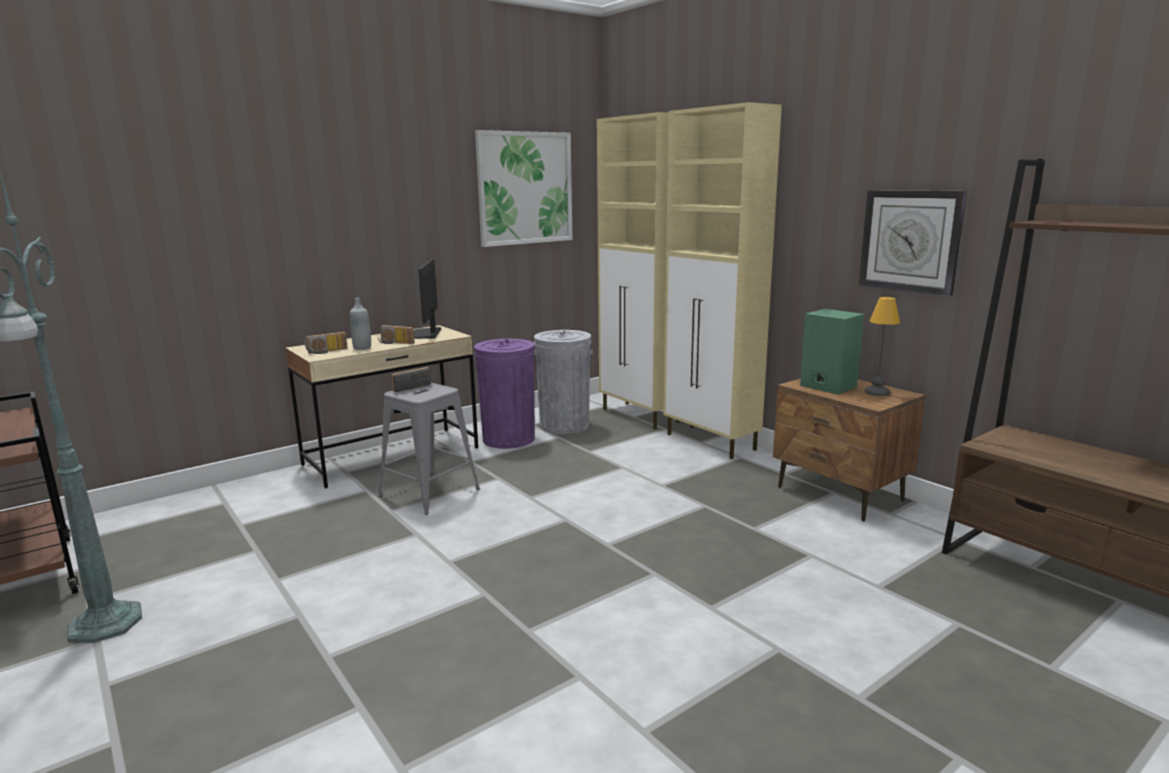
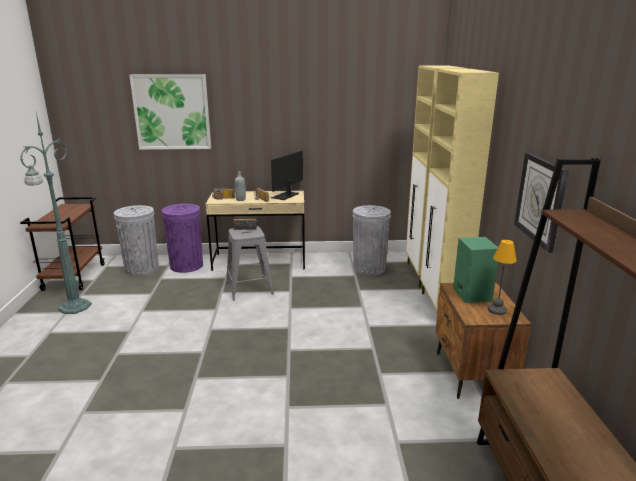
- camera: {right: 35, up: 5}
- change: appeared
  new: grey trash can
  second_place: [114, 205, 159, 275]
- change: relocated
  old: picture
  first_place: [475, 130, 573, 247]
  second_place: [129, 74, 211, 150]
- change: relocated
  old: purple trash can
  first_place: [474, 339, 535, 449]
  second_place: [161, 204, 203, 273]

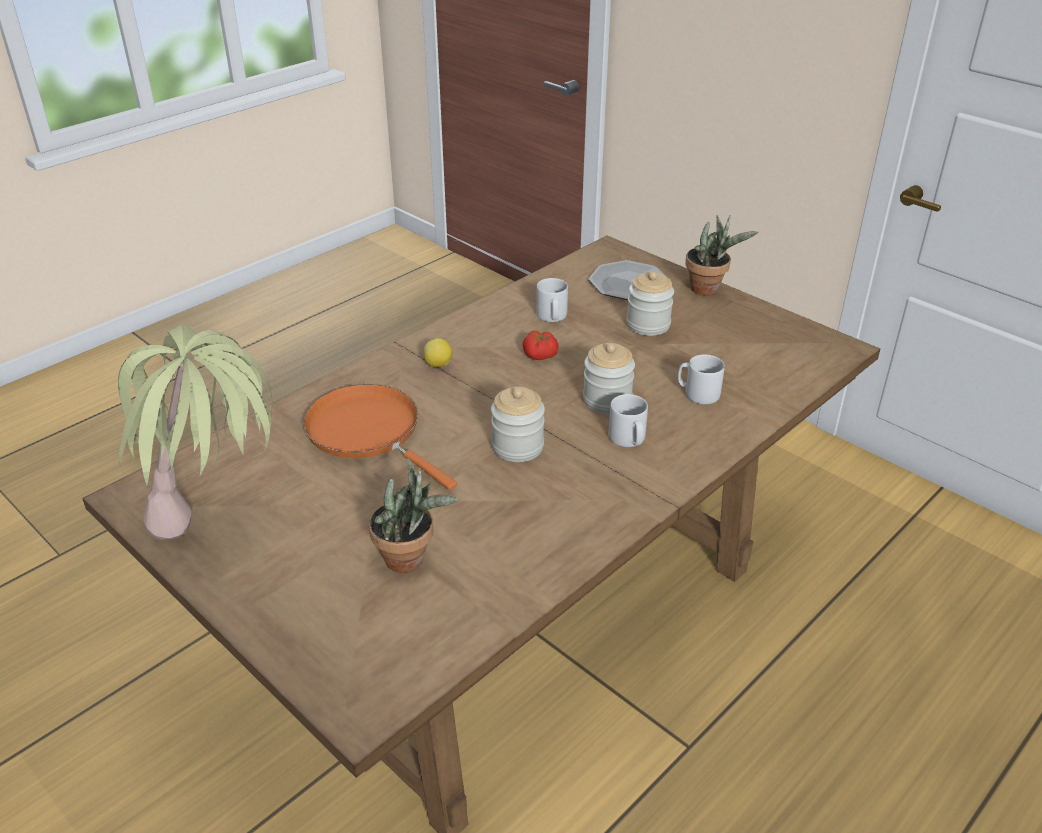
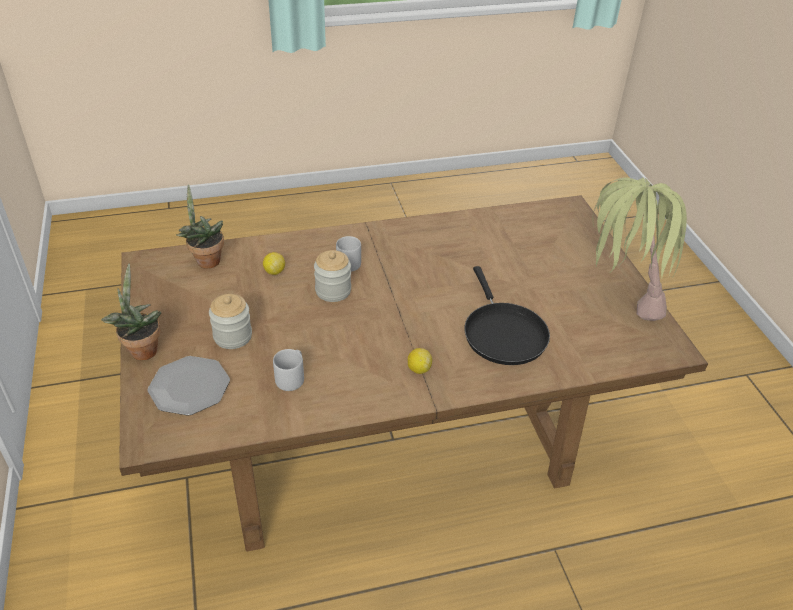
- camera: {right: -150, up: 5}
- change: relocated
  old: potted plant
  first_place: [369, 457, 459, 573]
  second_place: [176, 184, 224, 269]
- change: exchanged
  old: grey mug
  new: lemon
  first_place: [678, 354, 725, 404]
  second_place: [263, 252, 285, 275]
- change: colour
  old: orange frying pan
  new: black frying pan
  first_place: [303, 384, 457, 490]
  second_place: [464, 266, 550, 365]
- change: missing
  old: jar
  first_place: [491, 387, 545, 462]
- change: missing
  old: tomato
  first_place: [522, 331, 559, 360]

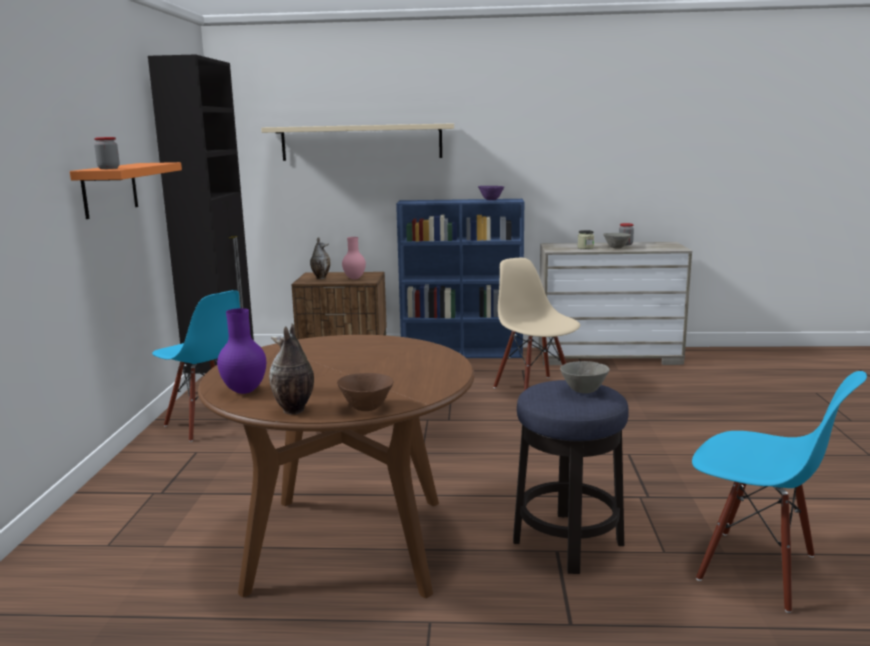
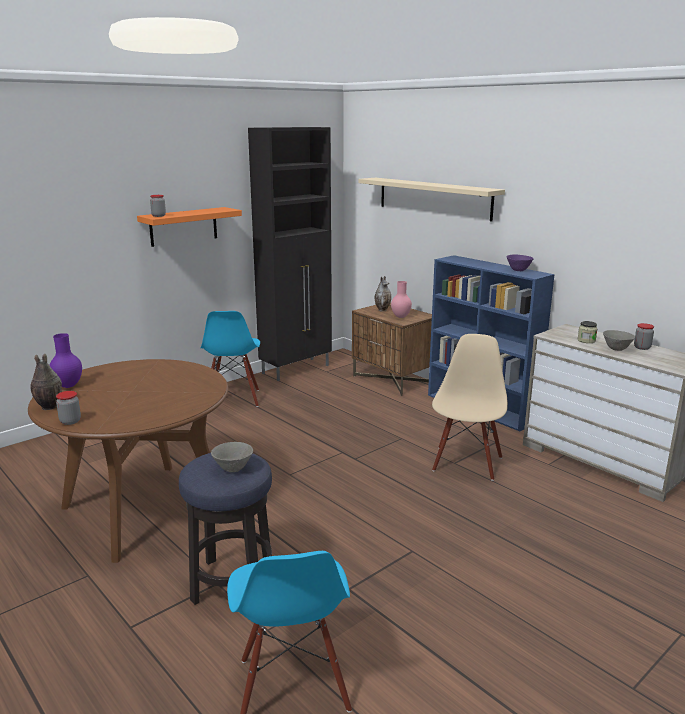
- camera: {right: 45, up: 5}
- change: exchanged
  old: brown bowl
  new: jar
  first_place: [337, 373, 394, 411]
  second_place: [56, 391, 81, 425]

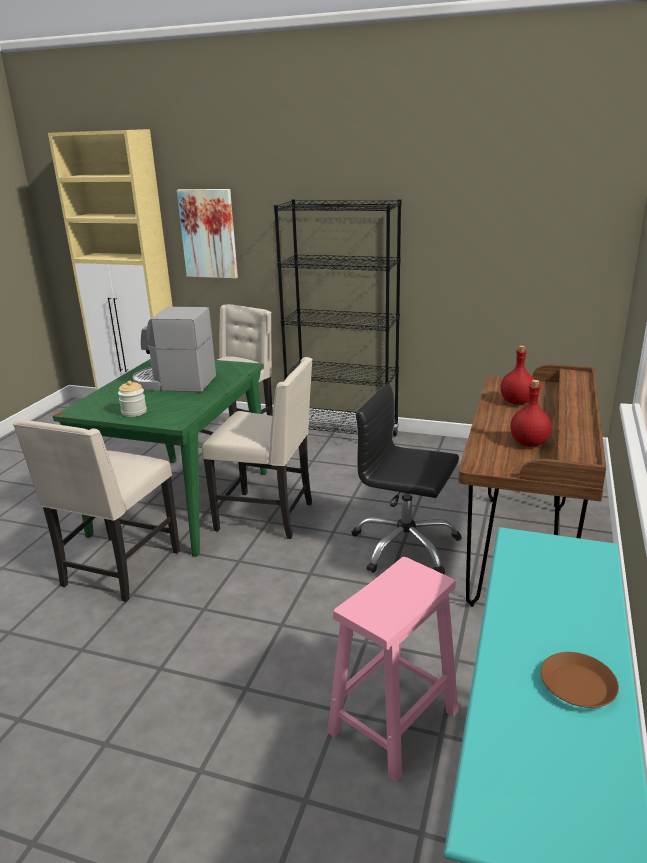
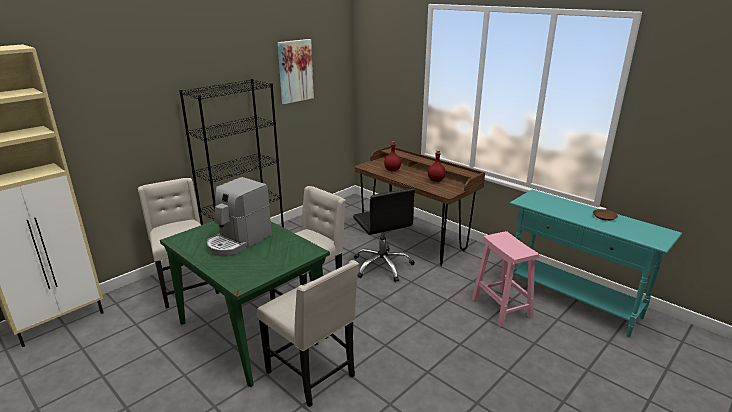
- camera: {right: -65, up: 0}
- change: relocated
  old: picture
  first_place: [177, 189, 238, 279]
  second_place: [278, 39, 314, 104]
- change: spun
  old: black office chair
  first_place: [351, 383, 462, 574]
  second_place: [353, 188, 415, 282]
  degrees: -75
- change: missing
  old: jar
  first_place: [118, 381, 147, 417]

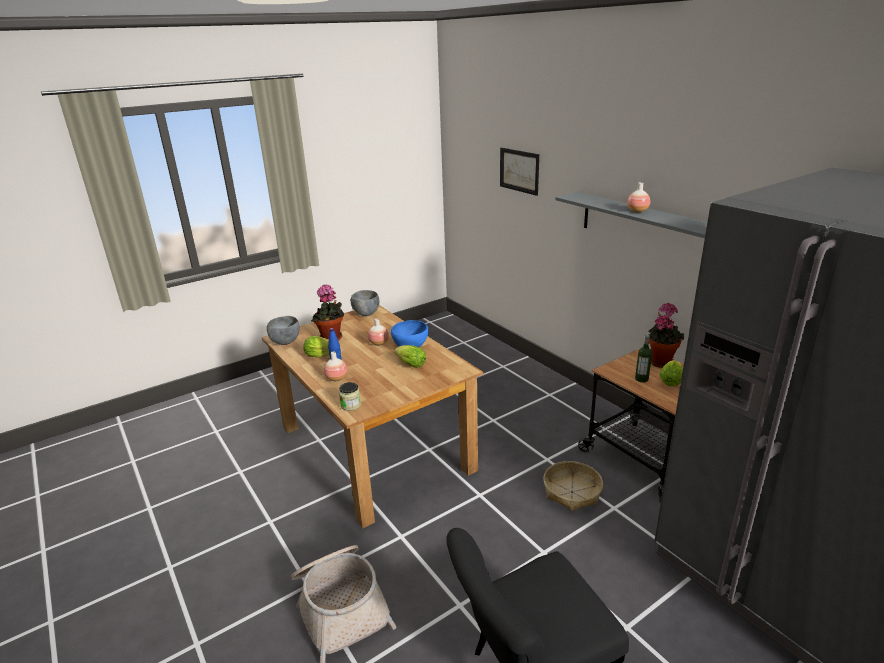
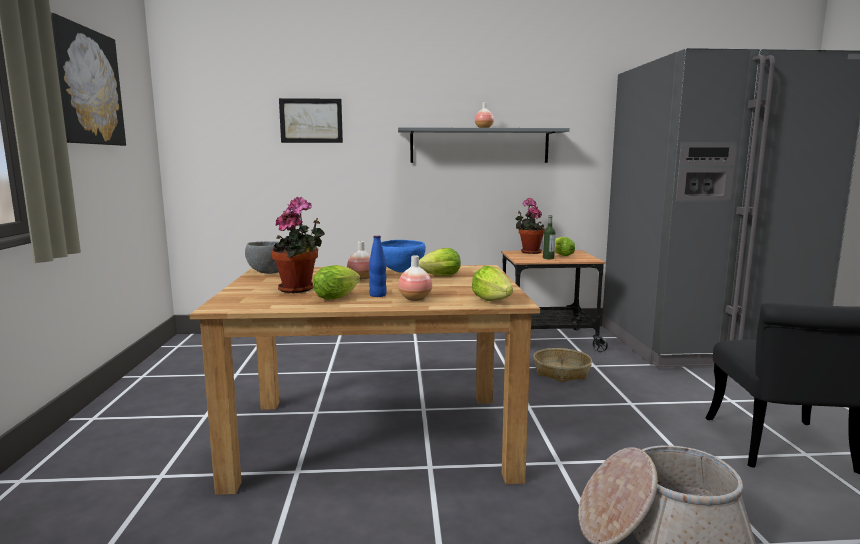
- camera: {right: -60, up: -15}
- change: appeared
  new: picture
  second_place: [51, 13, 126, 146]
- change: exchanged
  old: jar
  new: lettuce
  first_place: [339, 382, 361, 411]
  second_place: [472, 266, 513, 301]
- change: missing
  old: grey bowl
  first_place: [267, 316, 300, 345]

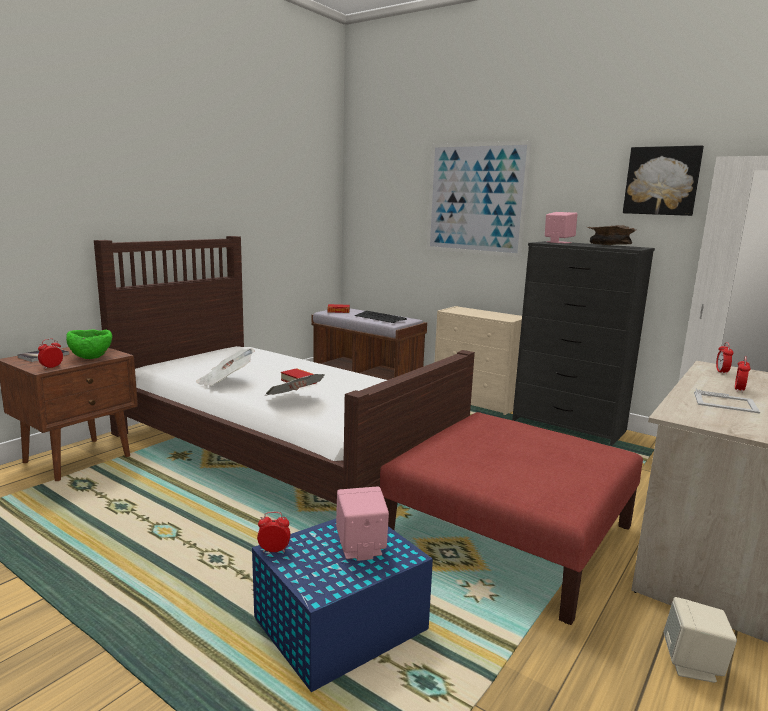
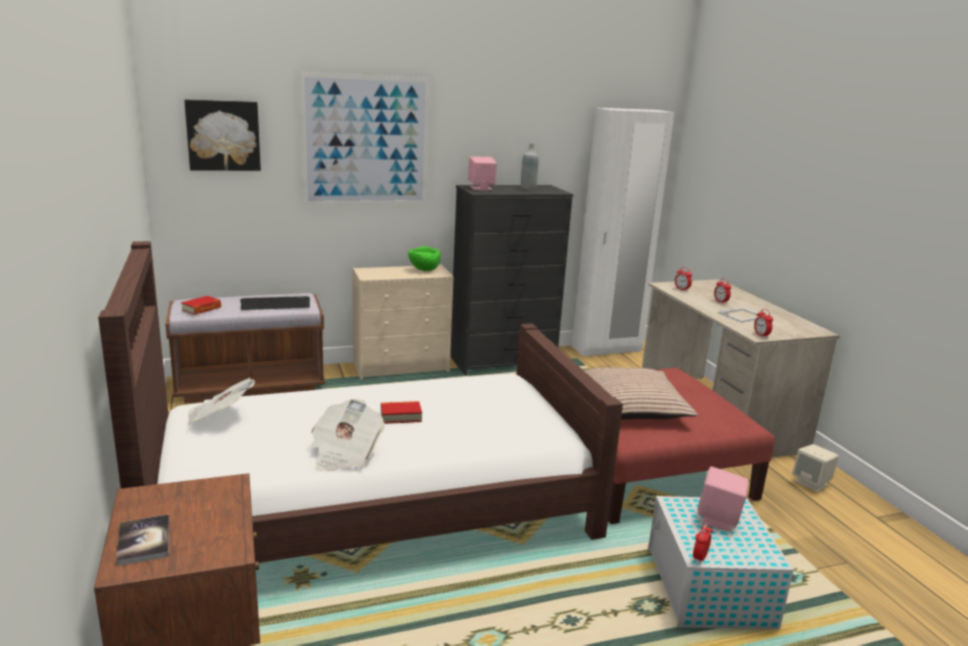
- camera: {right: -55, up: 5}
- change: relocated
  old: picture
  first_place: [623, 145, 704, 216]
  second_place: [184, 99, 261, 171]
- change: relocated
  old: newspaper
  first_place: [266, 374, 325, 395]
  second_place: [188, 377, 255, 425]
- change: relocated
  old: green bowl
  first_place: [66, 329, 112, 359]
  second_place: [408, 246, 441, 271]
- change: exchanged
  old: brown bowl
  new: grey bottle
  first_place: [587, 225, 636, 245]
  second_place: [521, 143, 538, 190]
- change: appeared
  new: pillow
  second_place: [585, 368, 698, 419]
- change: colour
  old: blue storage box
  new: white storage box
  first_place: [252, 519, 433, 692]
  second_place: [648, 496, 793, 630]
- change: relocated
  old: alarm clock
  first_place: [38, 339, 63, 369]
  second_place: [754, 309, 773, 338]

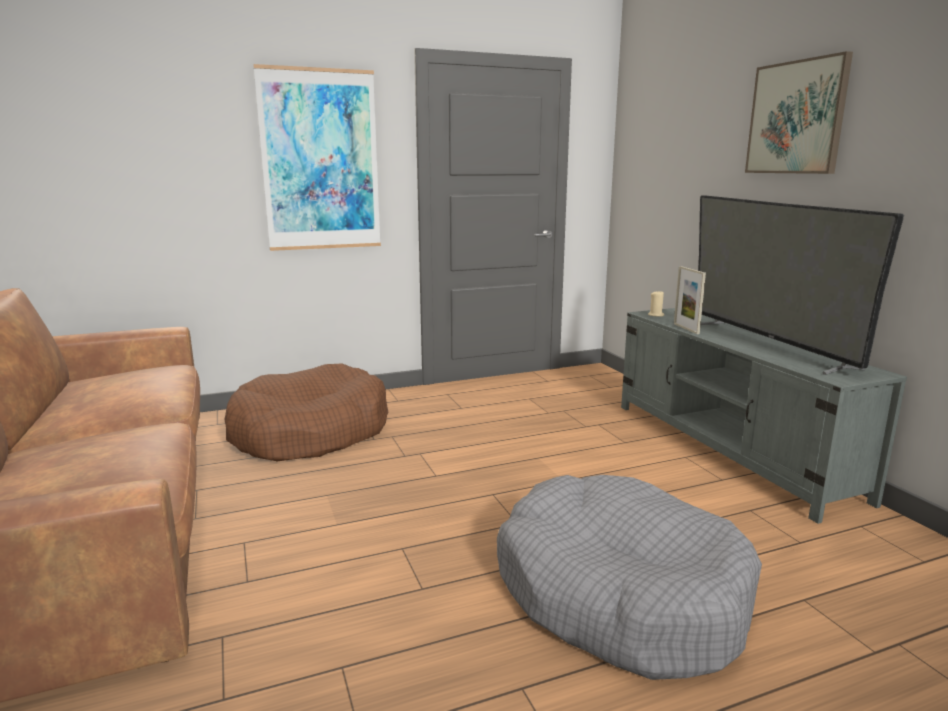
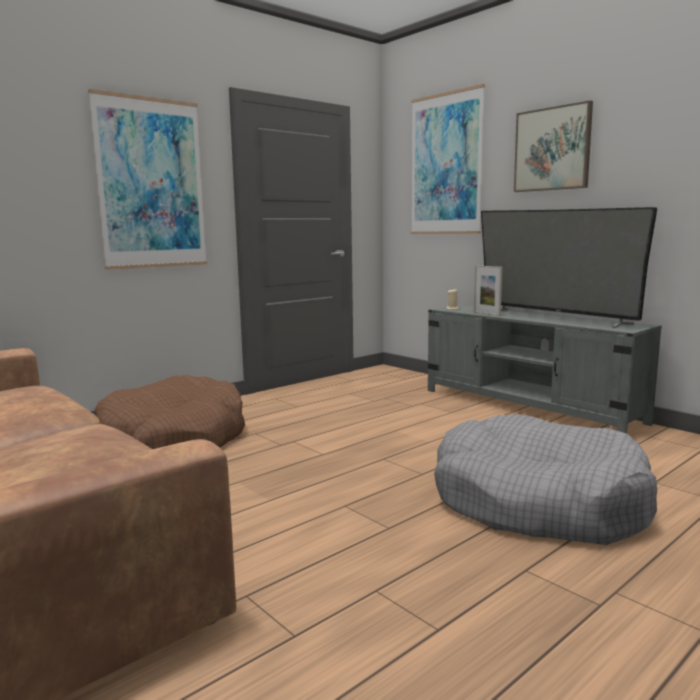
- camera: {right: -20, up: -5}
- change: appeared
  new: picture
  second_place: [411, 84, 485, 234]

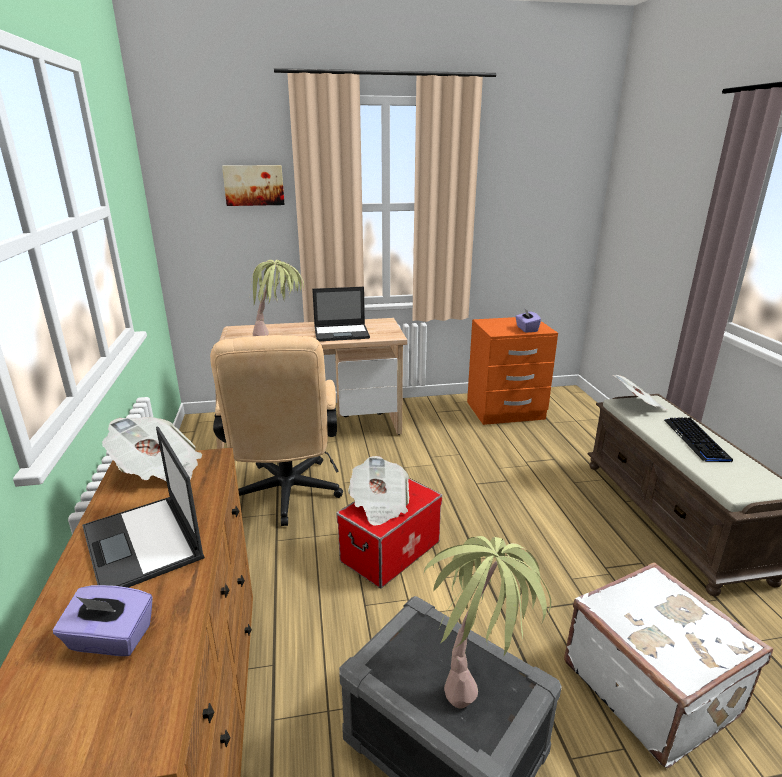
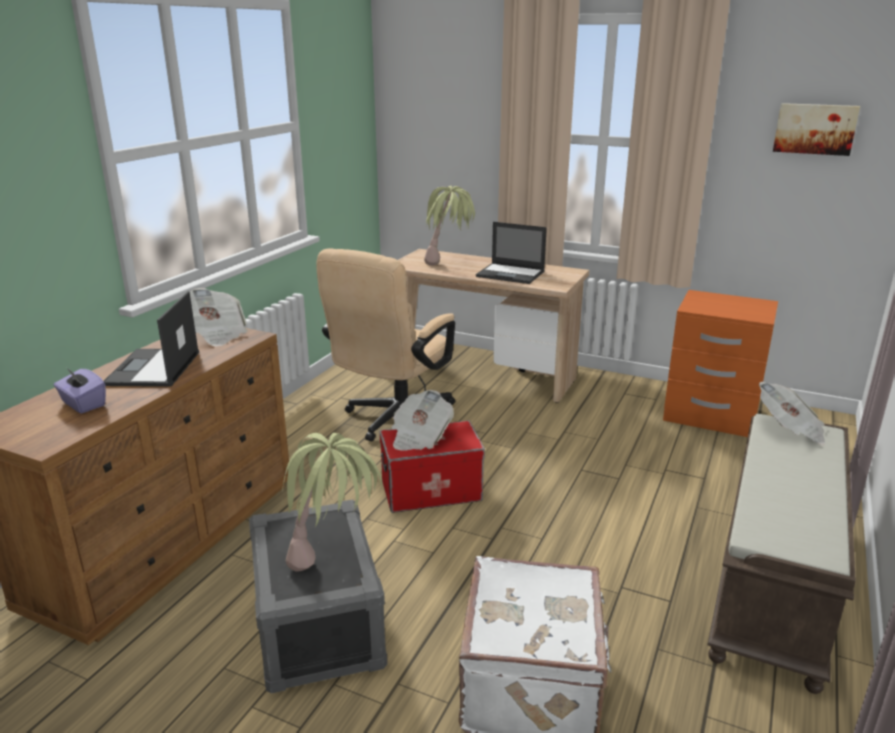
- camera: {right: 35, up: 0}
- change: relocated
  old: picture
  first_place: [222, 165, 285, 206]
  second_place: [773, 103, 860, 156]
- change: missing
  old: purple tissue box
  first_place: [515, 308, 541, 332]
- change: missing
  old: keyboard
  first_place: [664, 417, 733, 463]

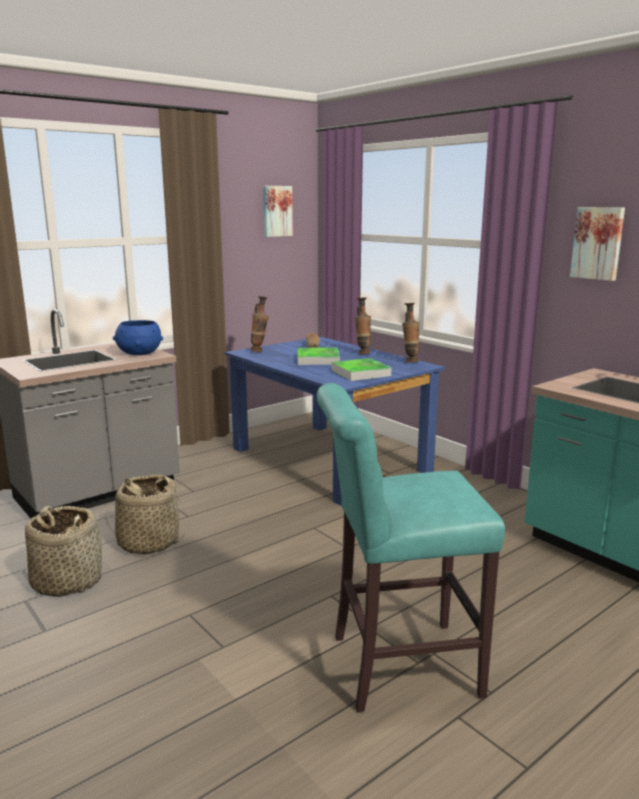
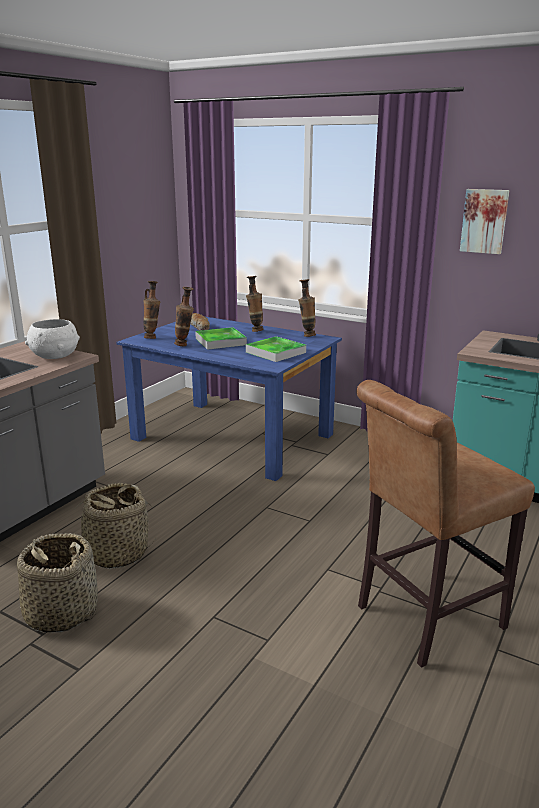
- camera: {right: -20, up: 5}
- change: colour
  old: blue bowl
  new: white bowl
  first_place: [113, 320, 163, 355]
  second_place: [25, 319, 80, 359]
- change: appeared
  new: vase
  second_place: [174, 287, 194, 346]
- change: colour
  old: turquoise stool
  new: brown stool
  first_place: [317, 383, 505, 712]
  second_place: [357, 380, 535, 668]
- change: missing
  old: picture
  first_place: [263, 186, 293, 237]

